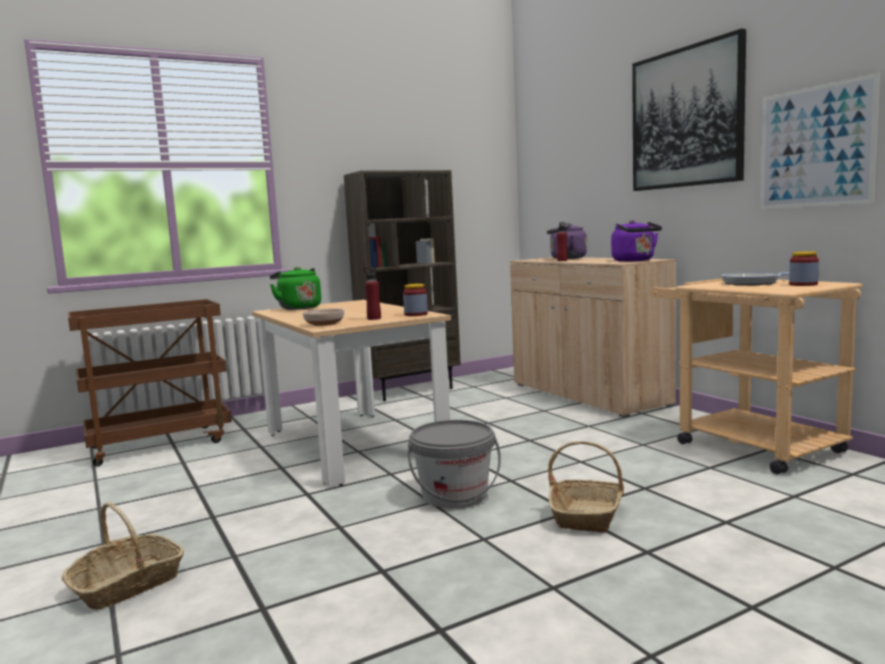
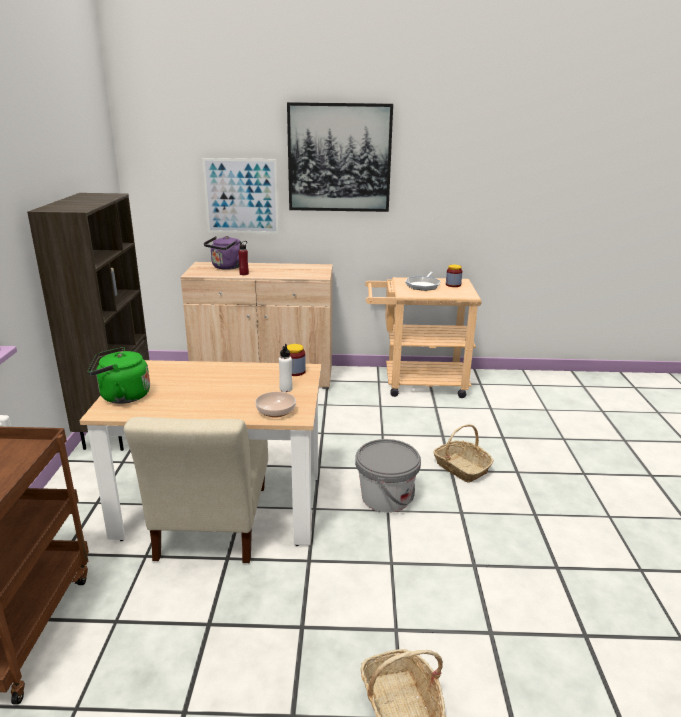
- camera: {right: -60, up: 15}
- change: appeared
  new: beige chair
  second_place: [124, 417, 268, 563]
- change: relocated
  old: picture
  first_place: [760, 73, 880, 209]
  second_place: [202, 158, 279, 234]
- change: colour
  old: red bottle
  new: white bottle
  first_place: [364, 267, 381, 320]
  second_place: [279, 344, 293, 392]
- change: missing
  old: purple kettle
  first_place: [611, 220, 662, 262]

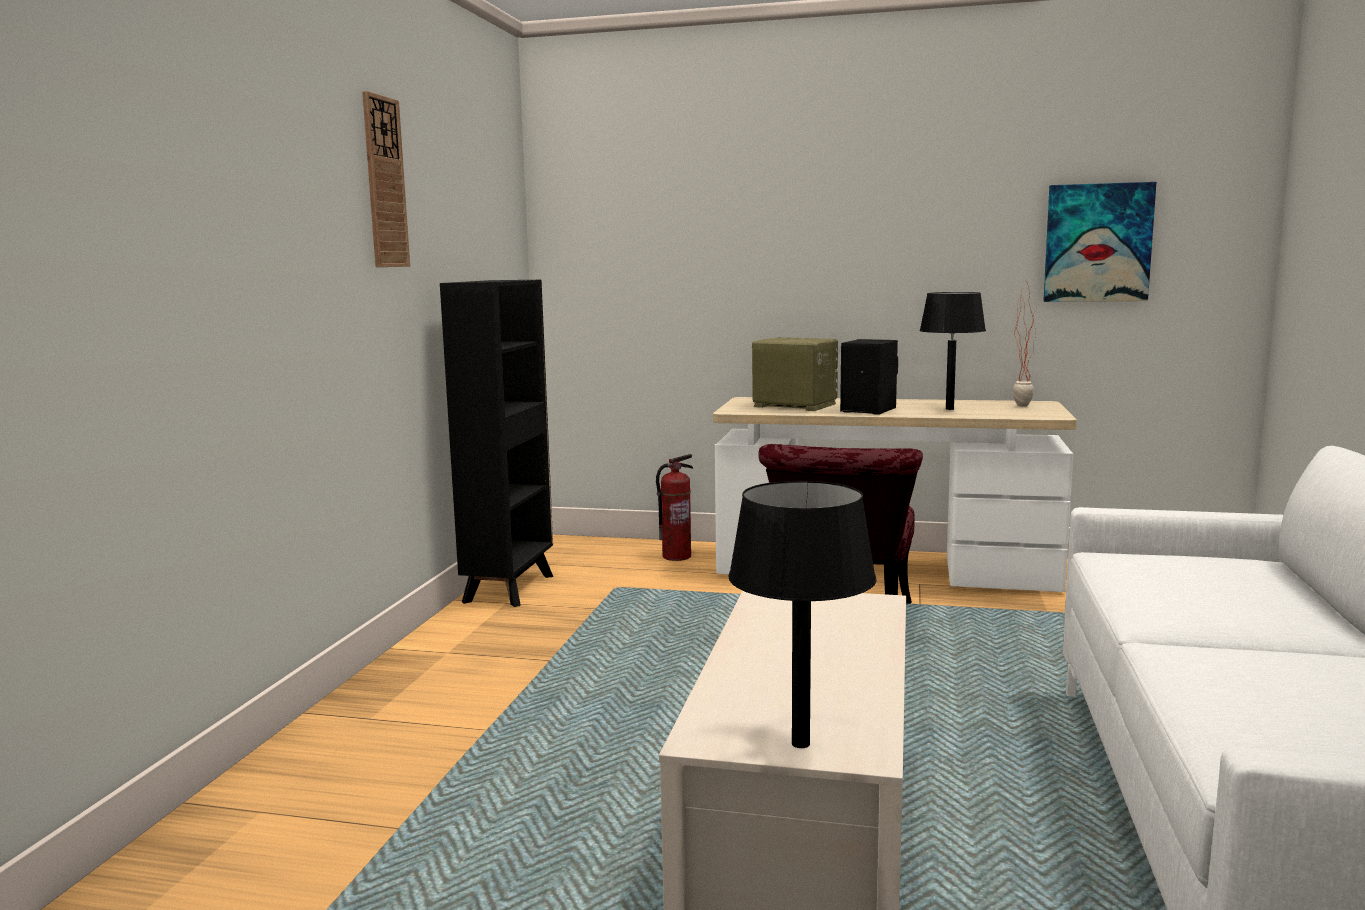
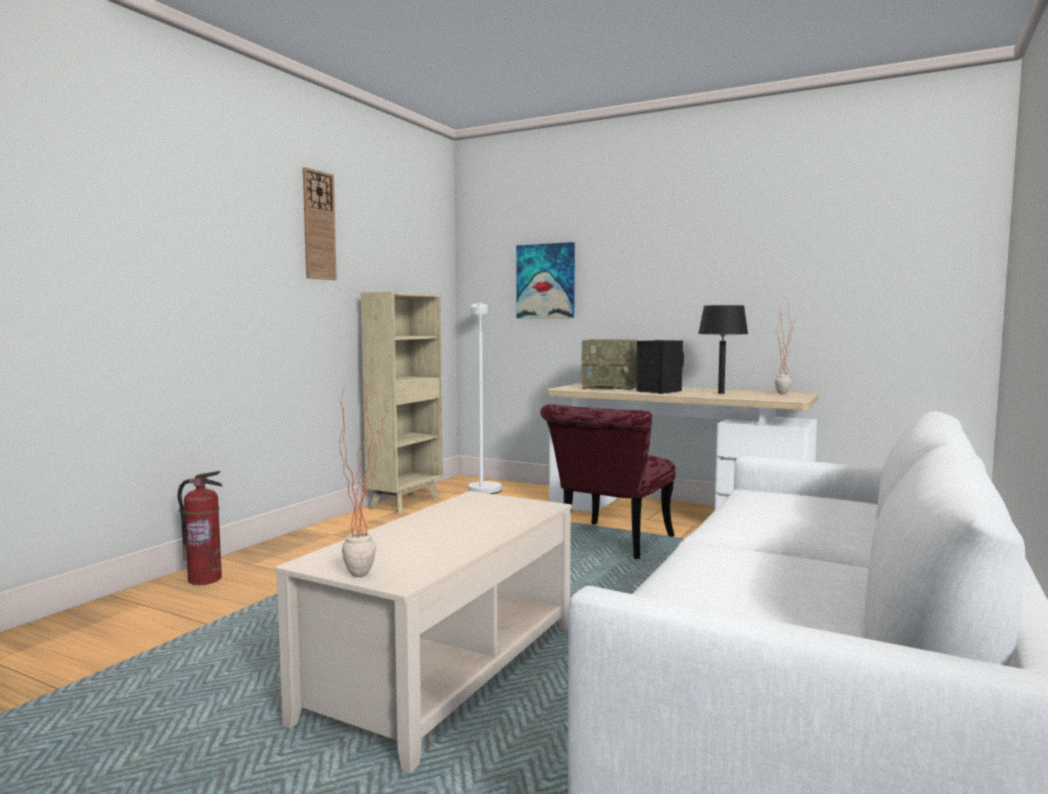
- camera: {right: 15, up: -5}
- change: relocated
  old: fire extinguisher
  first_place: [656, 454, 694, 561]
  second_place: [178, 471, 222, 585]
- change: exchanged
  old: black table lamp
  new: potted plant
  first_place: [728, 481, 877, 748]
  second_place: [337, 373, 386, 577]
- change: colour
  old: black bookcase
  new: beige bookcase
  first_place: [440, 280, 553, 607]
  second_place: [361, 292, 443, 514]
- change: appeared
  new: white floor lamp
  second_place: [468, 302, 502, 494]
- change: relocated
  old: picture
  first_place: [1043, 182, 1156, 302]
  second_place: [516, 242, 575, 318]
- change: spun
  old: radio
  first_place: [752, 337, 838, 411]
  second_place: [581, 339, 638, 390]
  degrees: 150

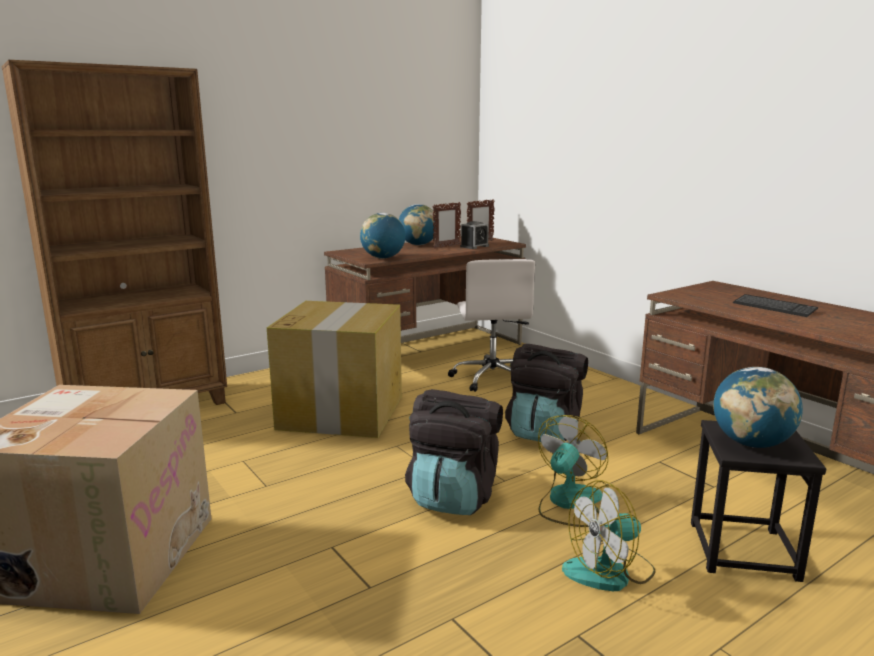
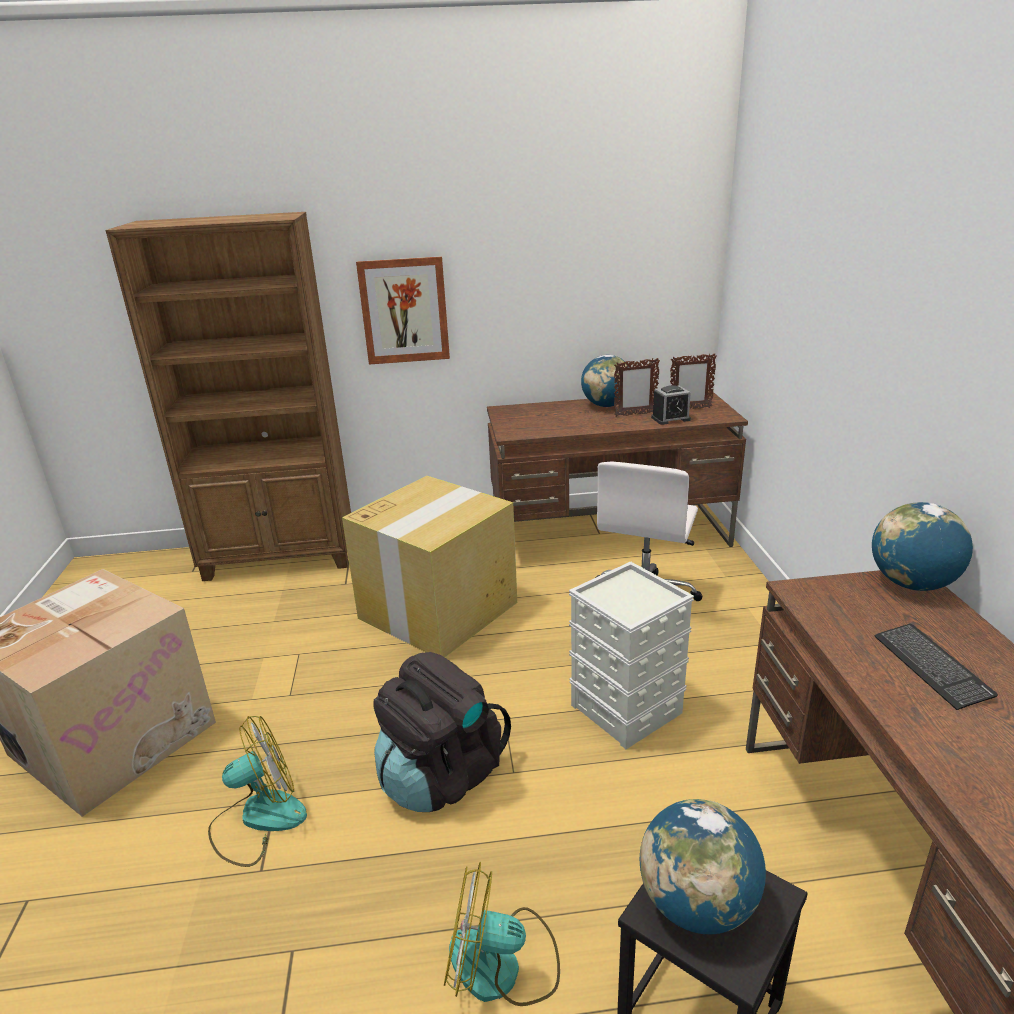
- camera: {right: 30, up: 10}
- change: relocated
  old: fan
  first_place: [538, 415, 608, 527]
  second_place: [208, 716, 307, 867]
- change: appeared
  new: picture
  second_place: [356, 256, 450, 365]
- change: exchanged
  old: black backpack
  new: grey storage box
  first_place: [505, 344, 588, 442]
  second_place: [569, 561, 694, 749]
- change: relocated
  old: globe
  first_place: [360, 213, 405, 259]
  second_place: [872, 502, 973, 591]

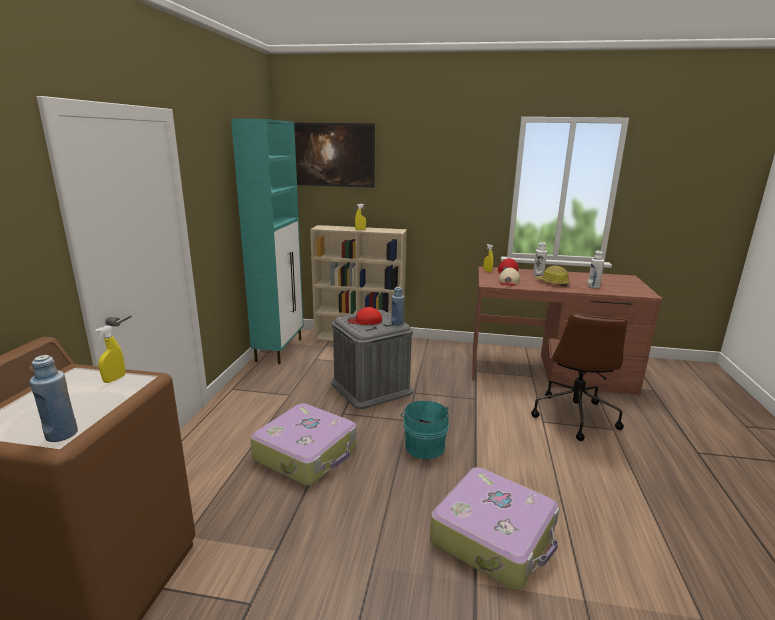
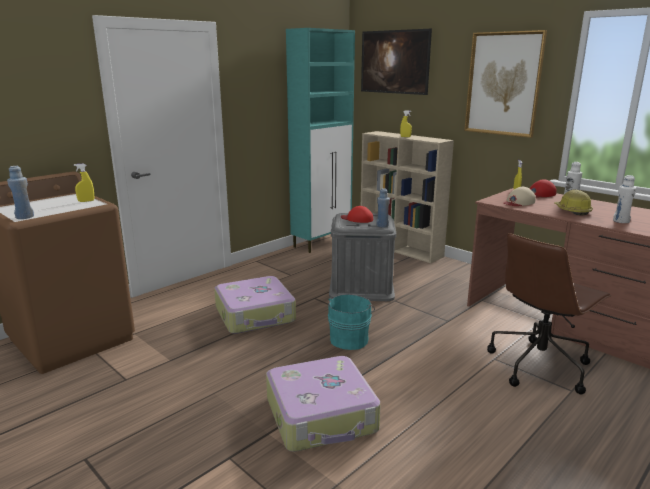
- camera: {right: 35, up: 0}
- change: appeared
  new: picture
  second_place: [464, 30, 547, 138]

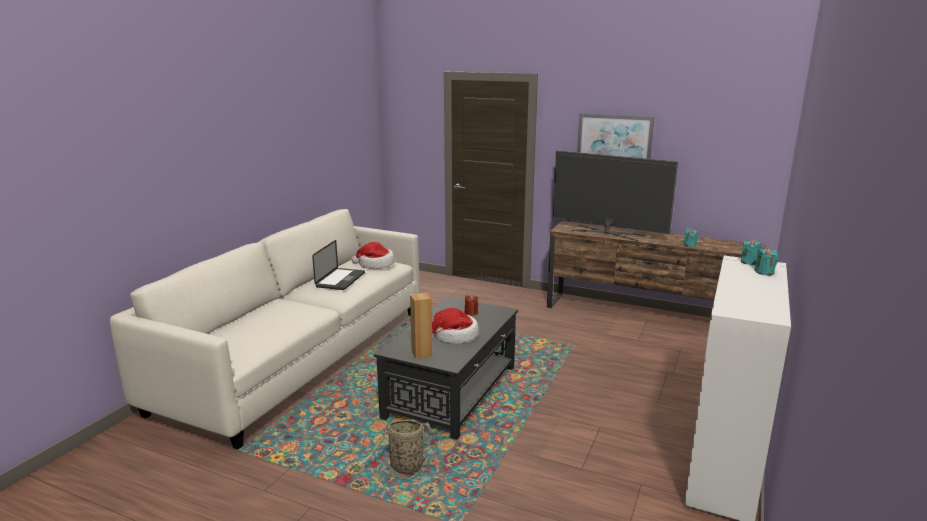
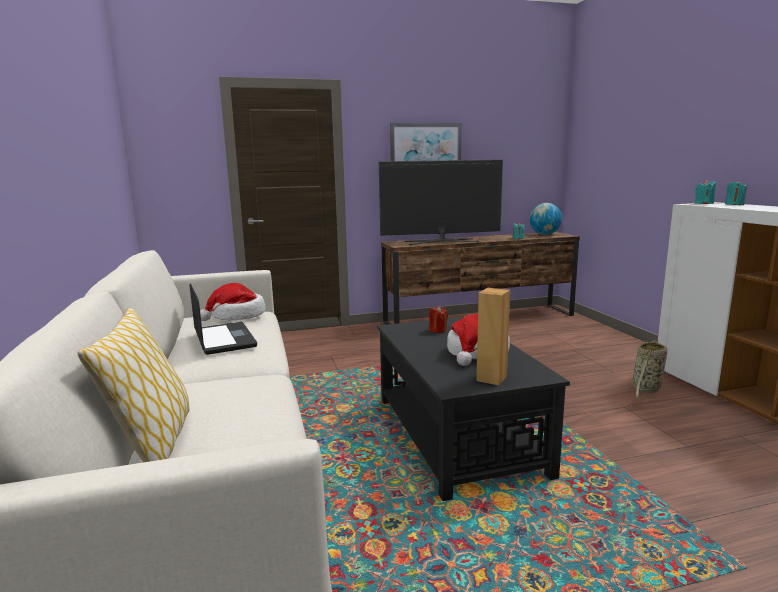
- camera: {right: -40, up: -5}
- change: appeared
  new: pillow
  second_place: [78, 308, 190, 462]
- change: appeared
  new: globe
  second_place: [529, 203, 562, 235]
- change: relocated
  old: basket
  first_place: [356, 419, 441, 476]
  second_place: [632, 341, 667, 402]

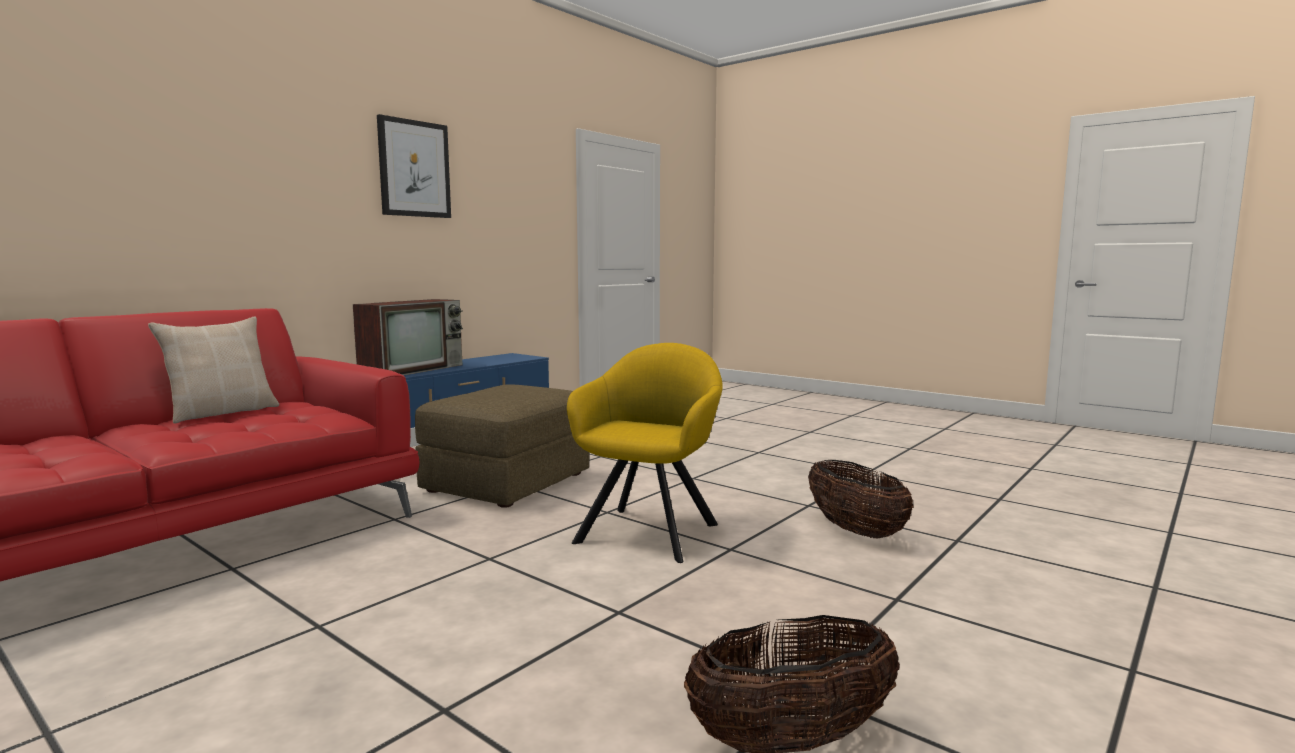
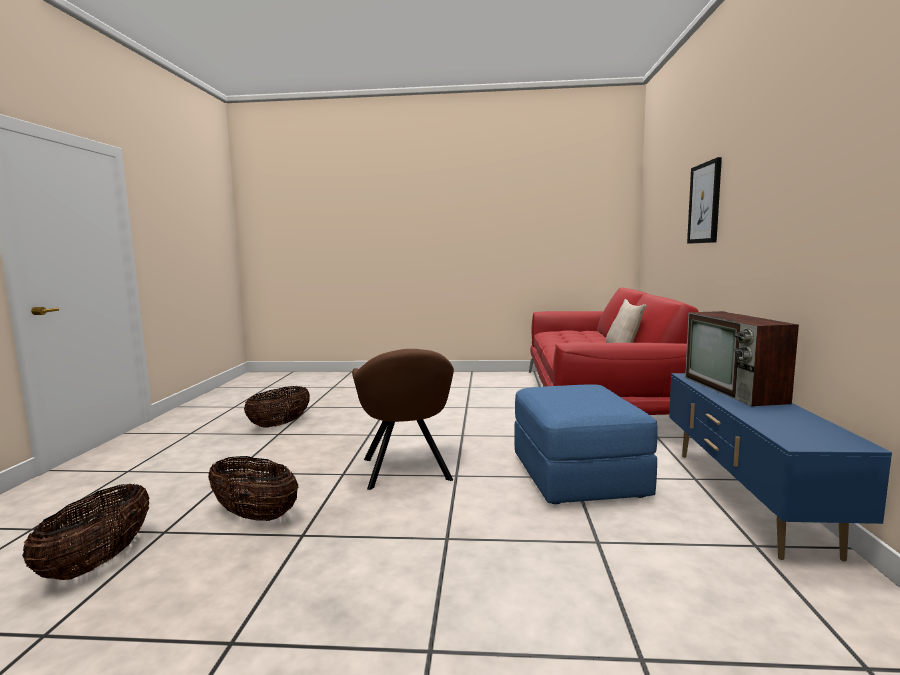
- camera: {right: 145, up: 0}
- change: appeared
  new: basket
  second_place: [22, 484, 150, 580]
- change: colour
  old: yellow armchair
  new: brown armchair
  first_place: [567, 343, 723, 563]
  second_place: [352, 349, 454, 490]
- change: colour
  old: brown ottoman
  new: blue ottoman
  first_place: [415, 384, 589, 508]
  second_place: [514, 384, 658, 504]
- change: relocated
  old: picture
  first_place: [377, 114, 451, 218]
  second_place: [687, 157, 722, 244]

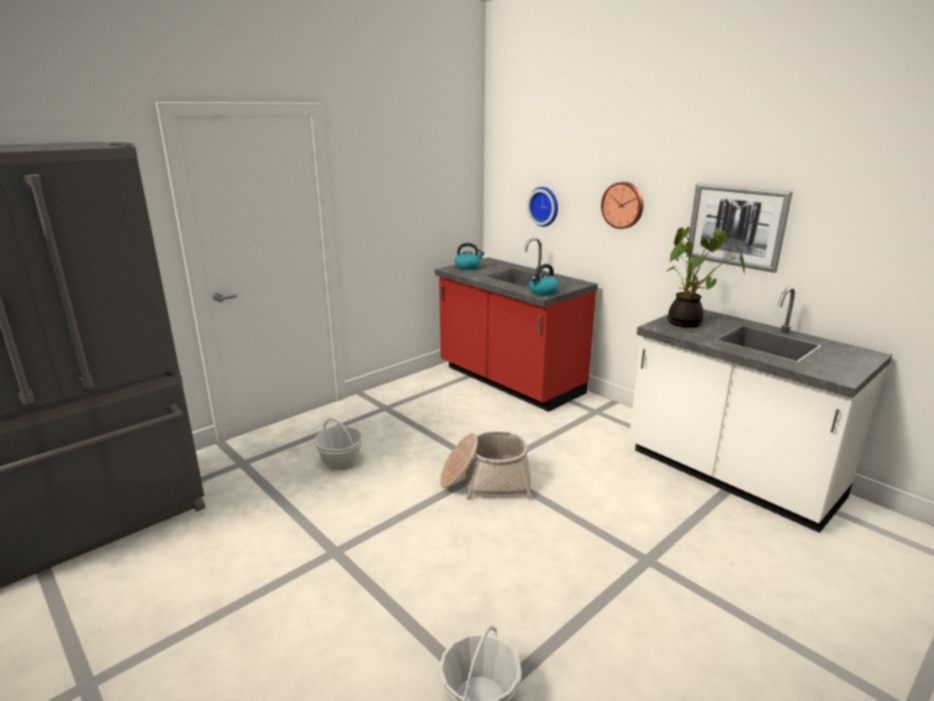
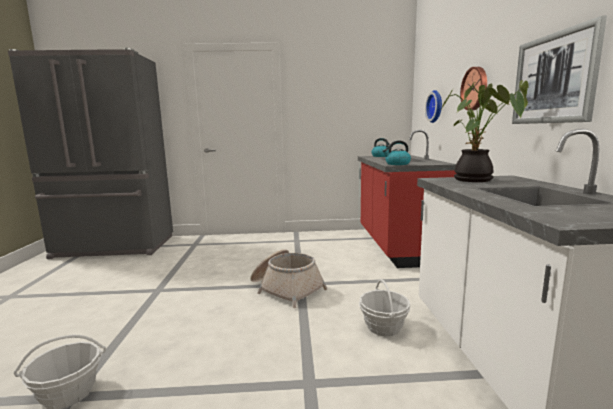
- camera: {right: 40, up: -10}
- change: relocated
  old: basket
  first_place: [314, 418, 363, 470]
  second_place: [359, 279, 410, 336]

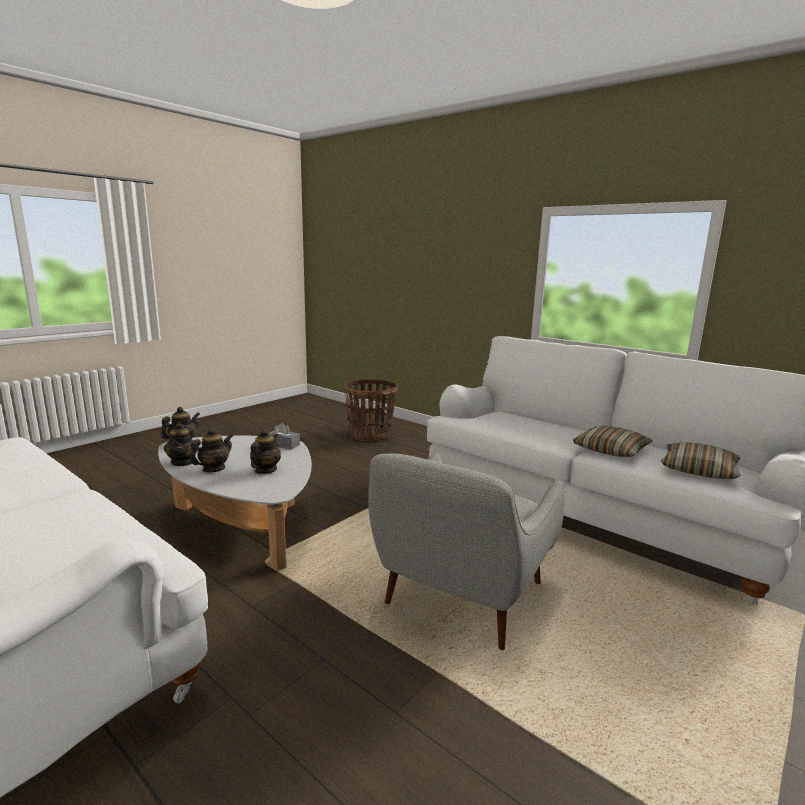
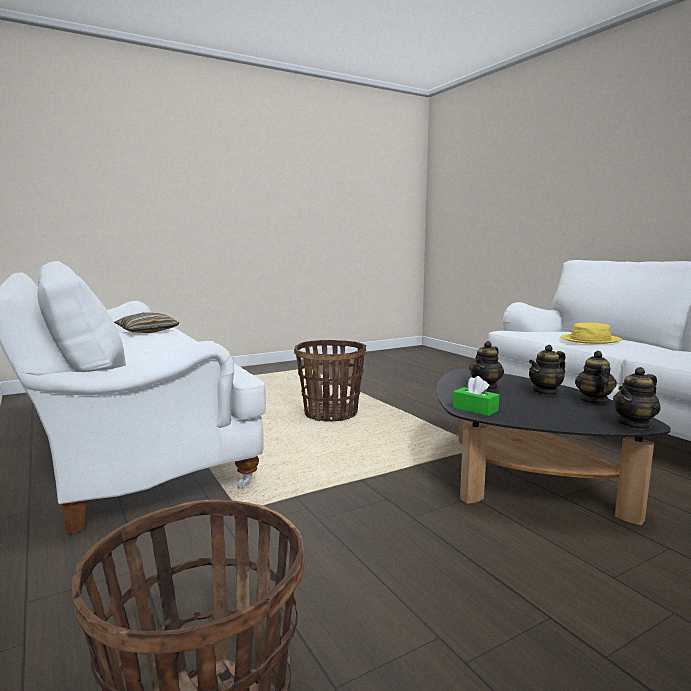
- camera: {right: -160, up: -5}
- change: exchanged
  old: grey armchair
  new: basket
  first_place: [368, 453, 565, 650]
  second_place: [294, 340, 366, 422]
- change: colour
  old: white coffee table
  new: black coffee table
  first_place: [158, 436, 312, 571]
  second_place: [437, 369, 671, 525]
- change: colour
  old: grey tissue box
  new: green tissue box
  first_place: [268, 422, 300, 450]
  second_place: [453, 376, 499, 416]
- change: appeared
  new: yellow hat
  second_place: [560, 323, 622, 344]
- change: missing
  old: pillow
  first_place: [573, 426, 653, 457]

